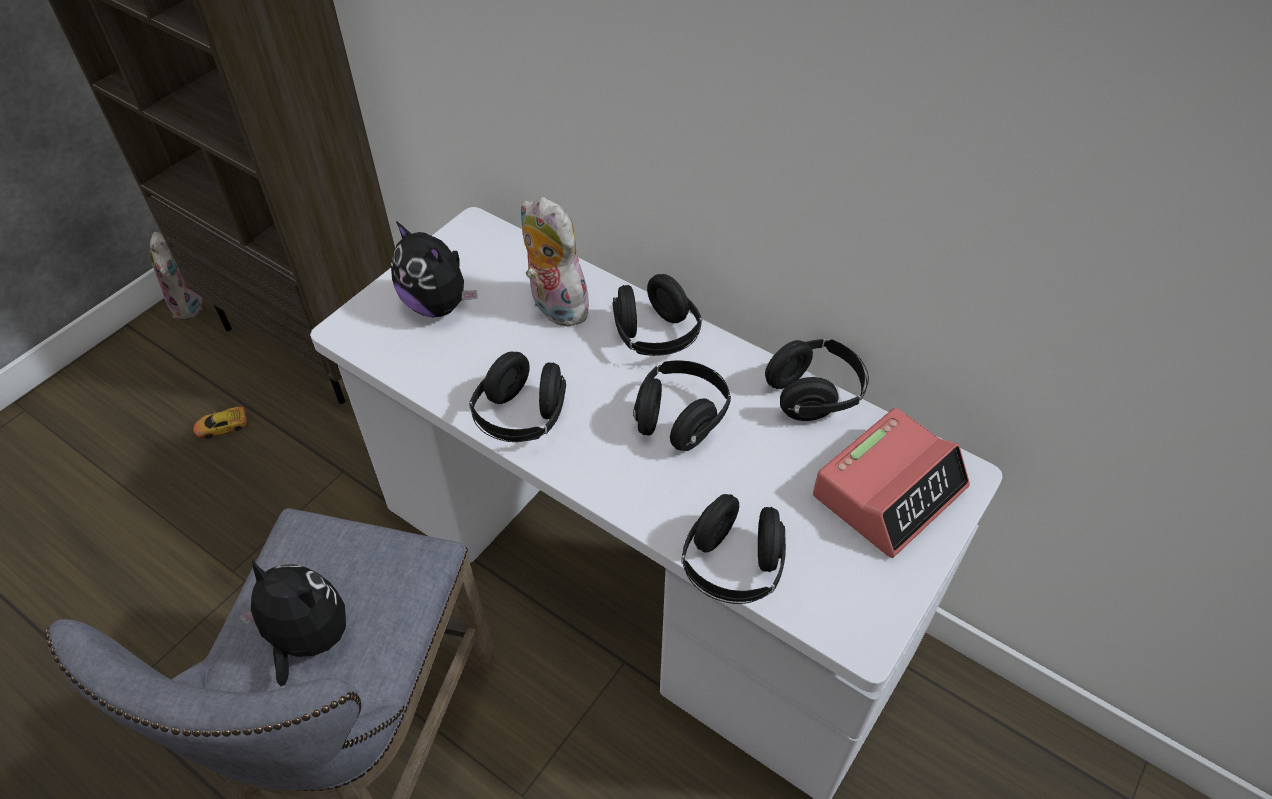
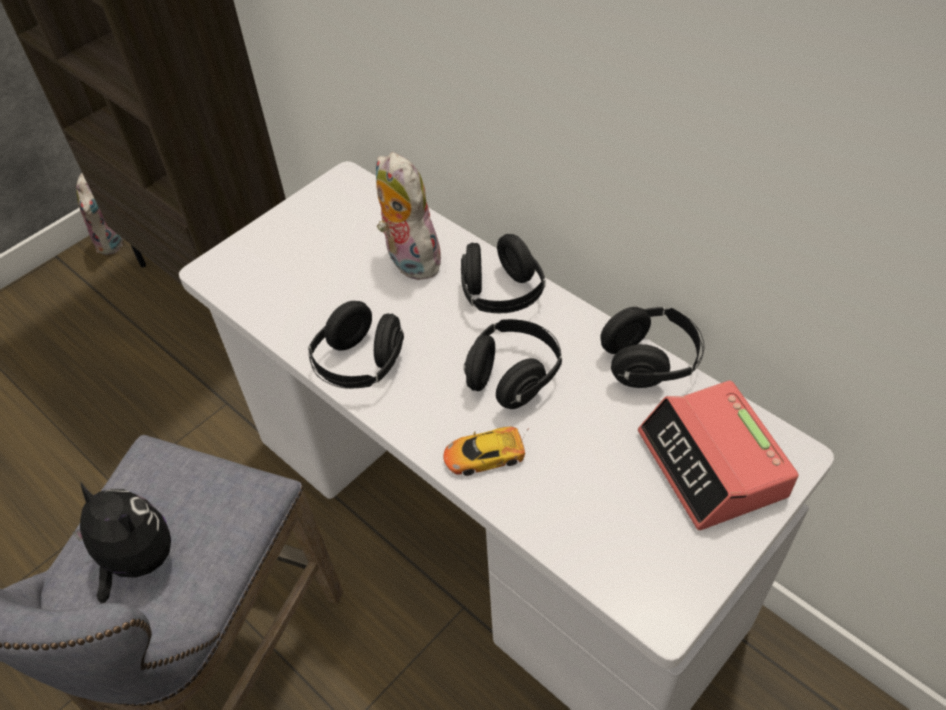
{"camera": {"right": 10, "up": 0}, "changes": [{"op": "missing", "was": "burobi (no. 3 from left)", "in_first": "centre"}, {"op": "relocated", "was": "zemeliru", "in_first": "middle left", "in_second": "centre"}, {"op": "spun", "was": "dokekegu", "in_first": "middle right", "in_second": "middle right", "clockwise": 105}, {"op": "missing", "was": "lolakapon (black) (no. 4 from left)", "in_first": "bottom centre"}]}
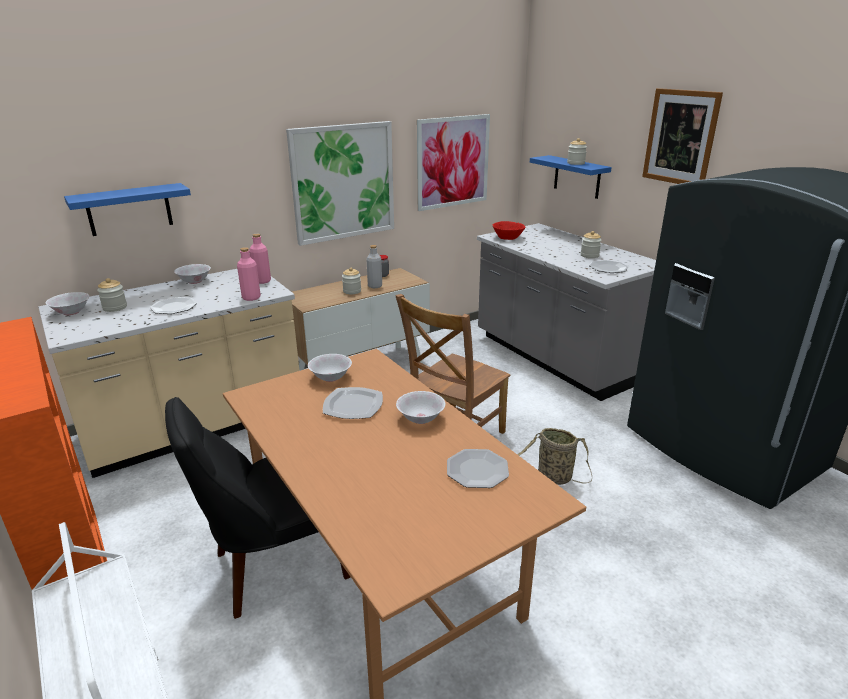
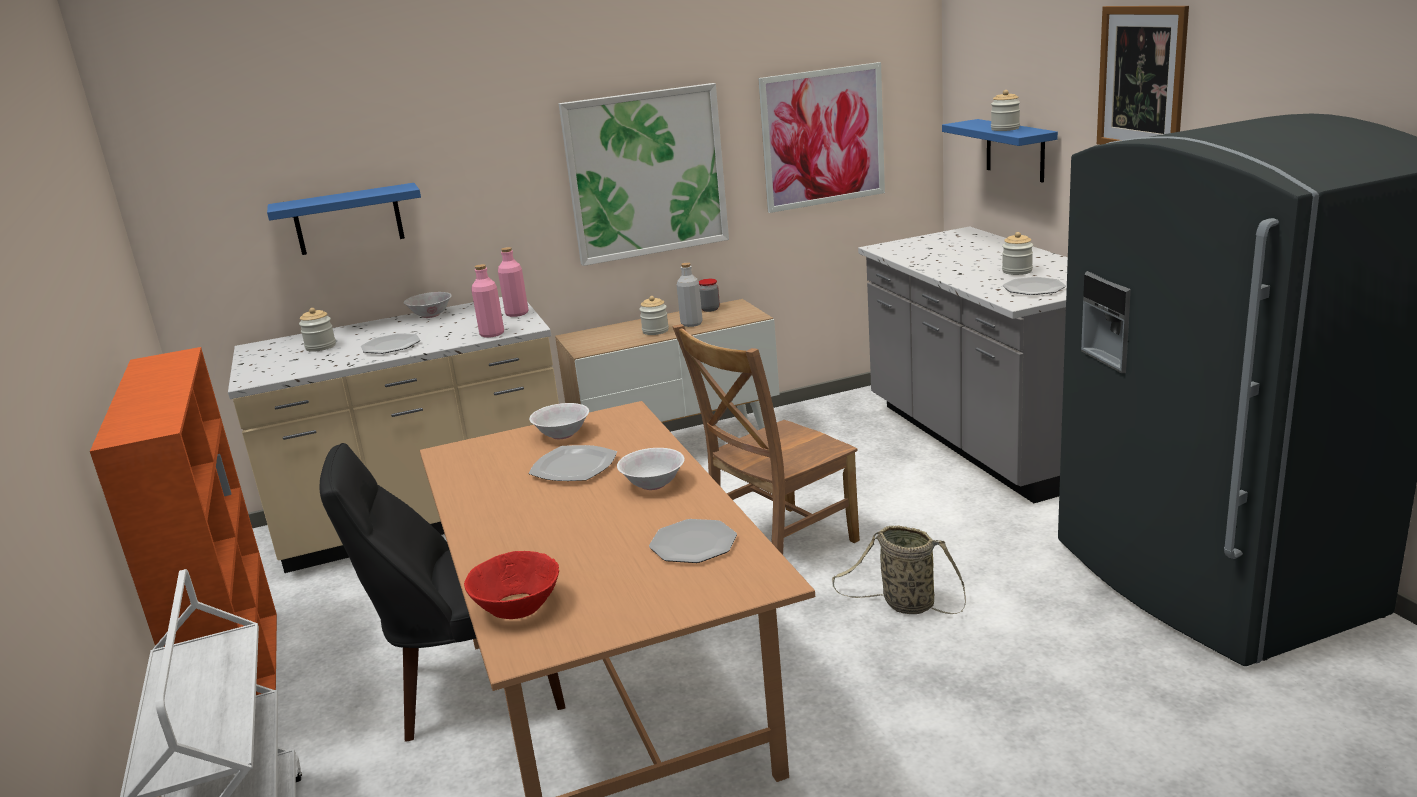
{"camera": {"right": 15, "up": -5}, "changes": [{"op": "relocated", "was": "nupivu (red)", "in_first": "top centre", "in_second": "bottom centre"}, {"op": "missing", "was": "nupivu (white) (no. 1 from left)", "in_first": "middle left"}]}
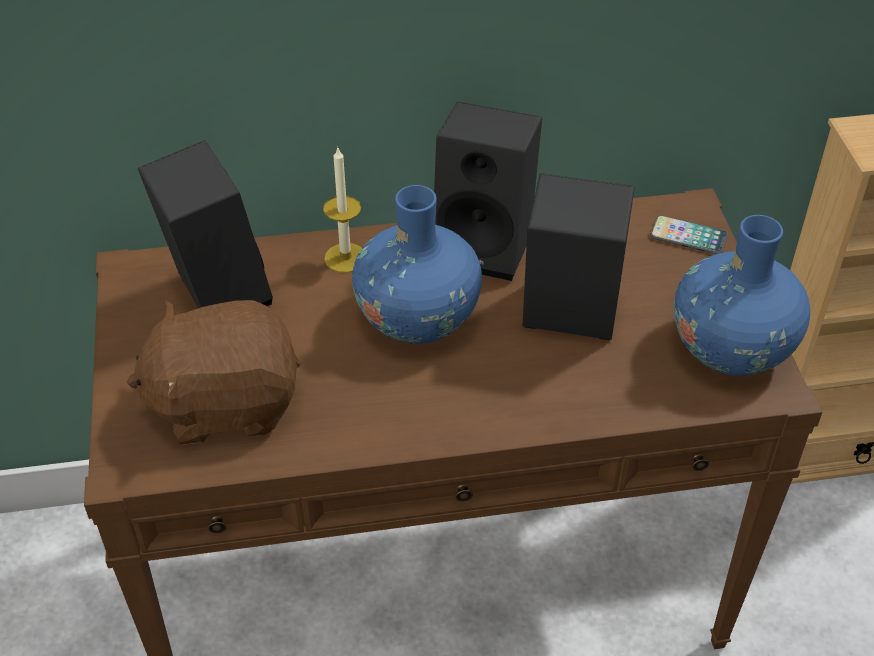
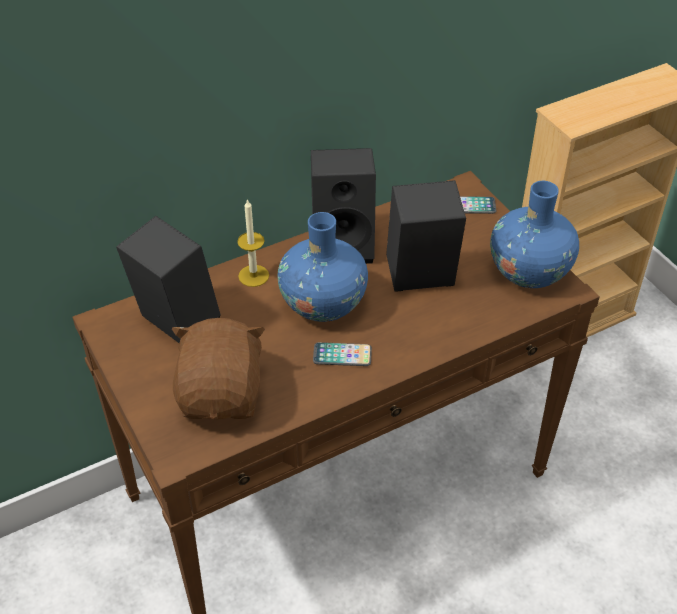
{"camera": {"right": -20, "up": 0}, "changes": [{"op": "spun", "was": "burobi (brown)", "in_first": "middle left", "in_second": "middle left", "clockwise": 120}, {"op": "appeared", "now": "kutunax (no. 1 from left)", "in_second": "centre"}]}
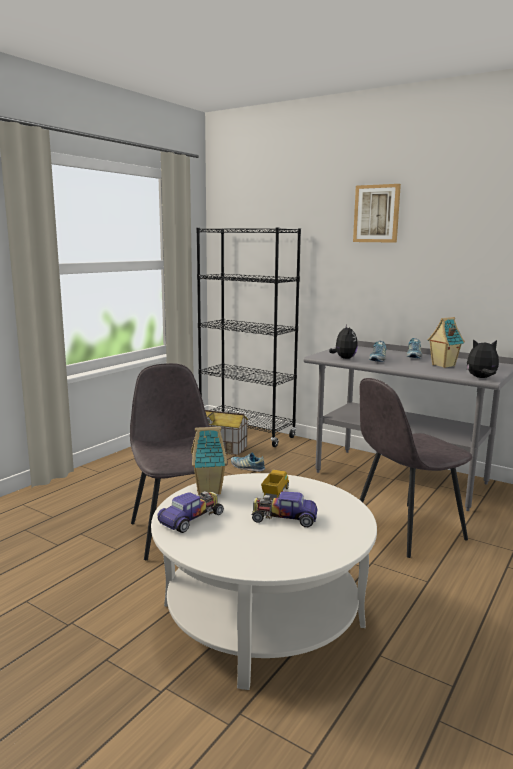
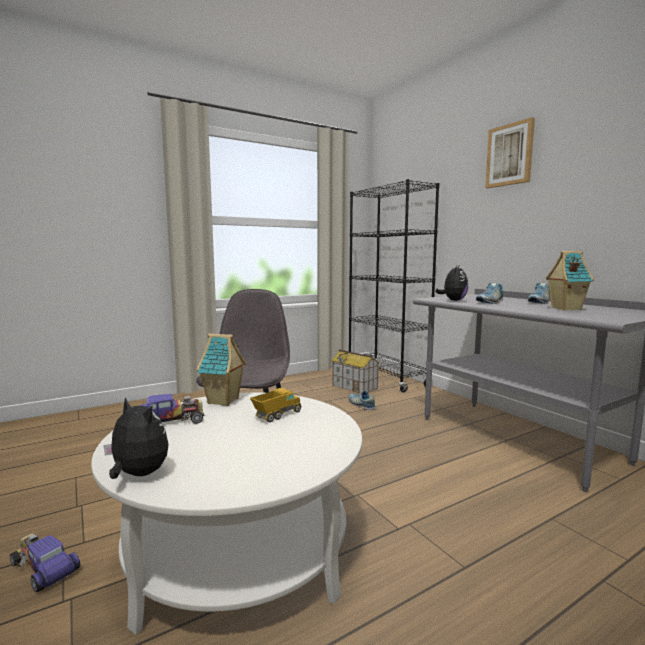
{"camera": {"right": 25, "up": -5}, "changes": [{"op": "relocated", "was": "burobi (no. 2 from left in the first image)", "now": "burobi (no. 1 from left)", "in_first": "middle right", "in_second": "bottom left"}, {"op": "missing", "was": "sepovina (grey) (no. 2 from left)", "in_first": "middle right"}, {"op": "relocated", "was": "zemeliru (no. 2 from left in the first image)", "now": "zemeliru (no. 1 from left)", "in_first": "centre", "in_second": "bottom left"}]}
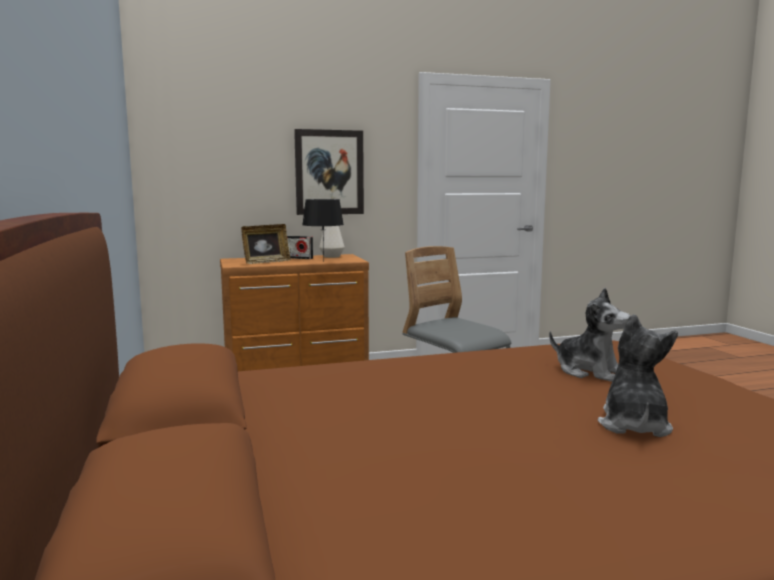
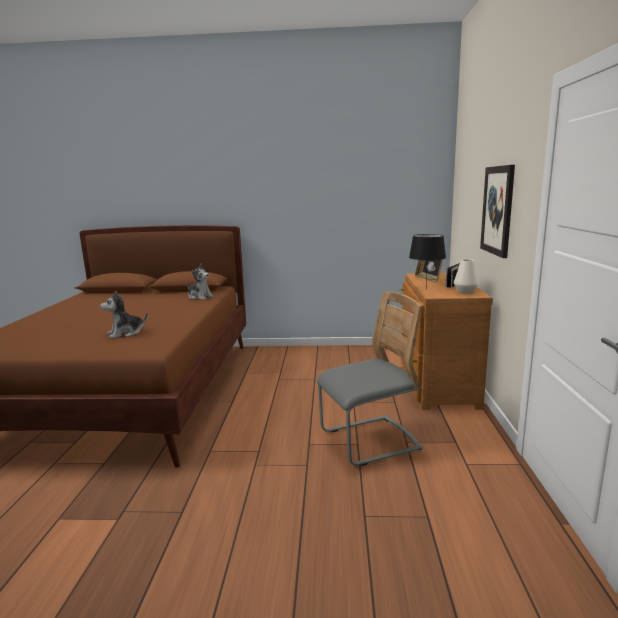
{"camera": {"right": 110, "up": 5}, "changes": [{"op": "relocated", "was": "burobi (no. 2 from left)", "in_first": "middle right", "in_second": "middle left"}]}
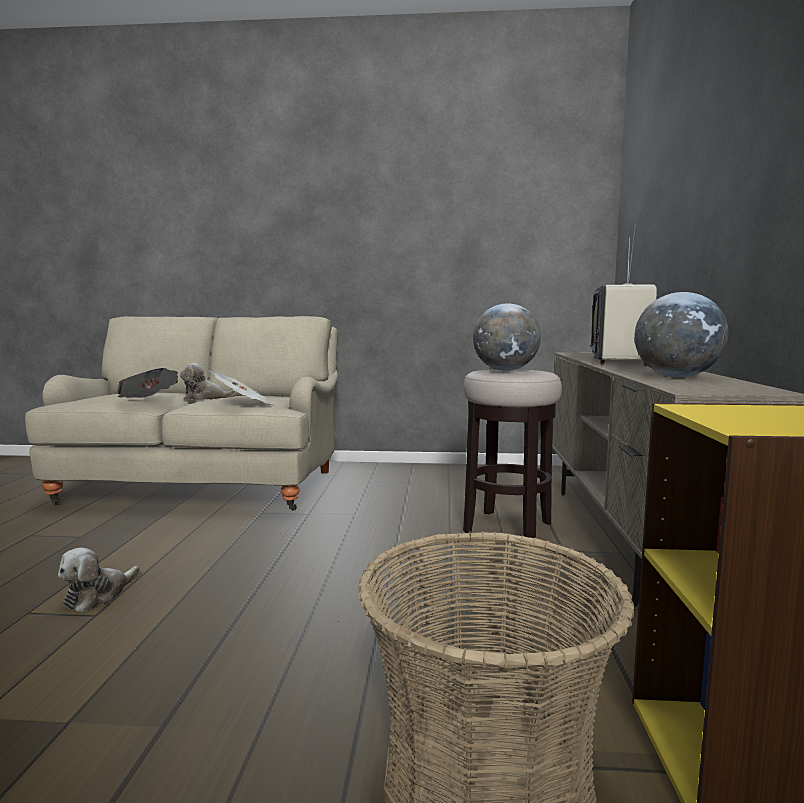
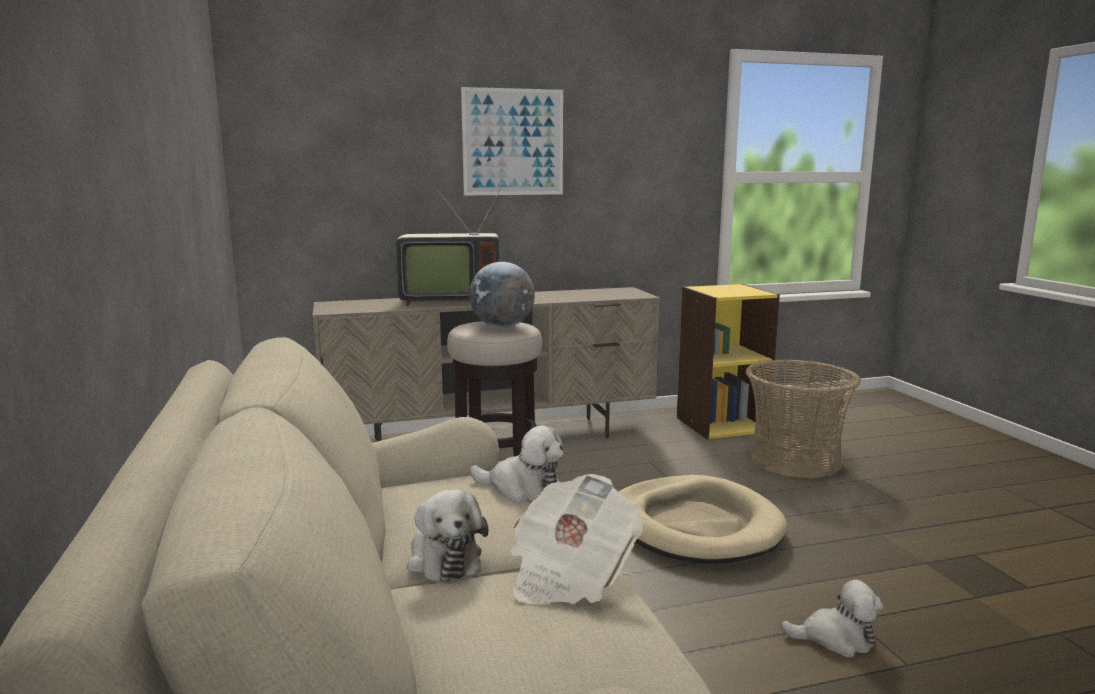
{"camera": {"right": -110, "up": 5}, "changes": [{"op": "missing", "was": "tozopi (no. 2 from left)", "in_first": "middle right"}, {"op": "exchanged", "was": "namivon (no. 2 from left)", "now": "burobi (no. 2 from left)", "in_first": "middle left", "in_second": "bottom centre"}, {"op": "appeared", "now": "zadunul", "in_second": "top centre"}, {"op": "appeared", "now": "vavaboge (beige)", "in_second": "bottom centre"}]}
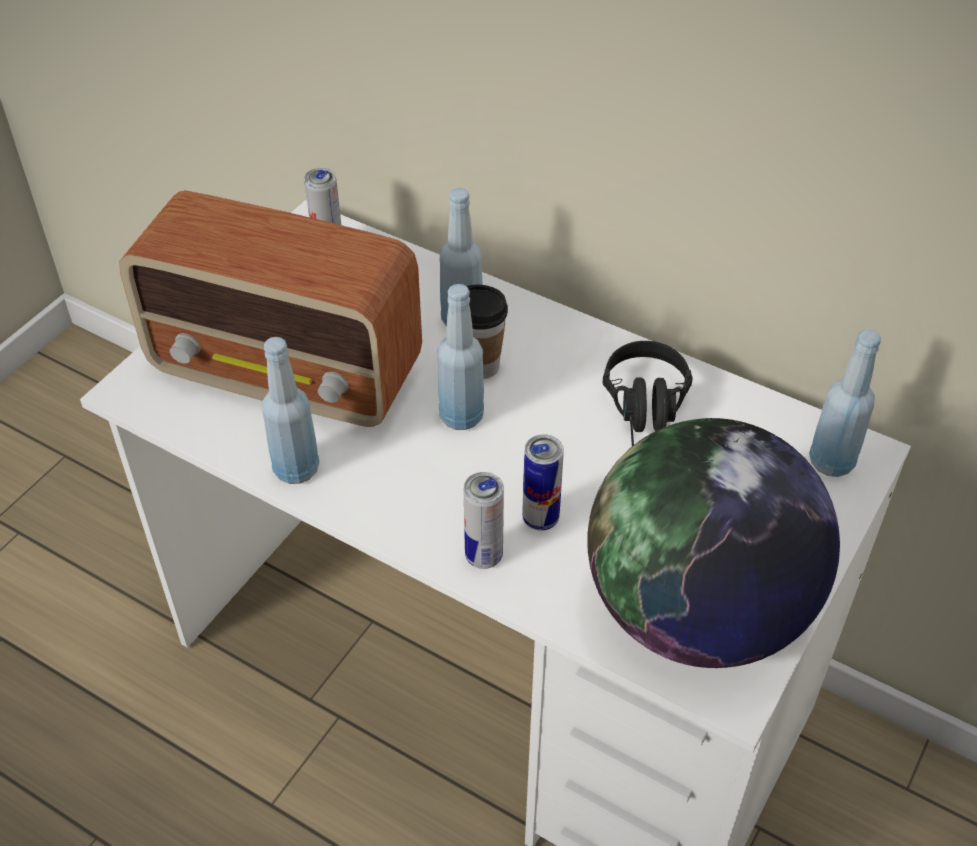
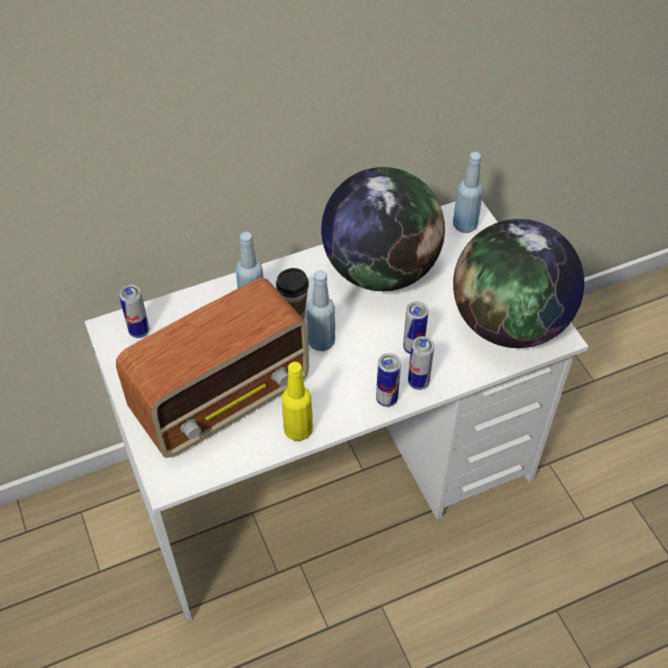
{"camera": {"right": -55, "up": 5}, "changes": [{"op": "colour", "was": "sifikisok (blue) (no. 1 from left)", "now": "sifikisok (yellow)", "in_first": "middle left", "in_second": "centre"}, {"op": "exchanged", "was": "lolakapon (black)", "now": "tozopi (no. 1 from left)", "in_first": "centre", "in_second": "centre"}, {"op": "appeared", "now": "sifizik (no. 2 from left)", "in_second": "centre"}]}
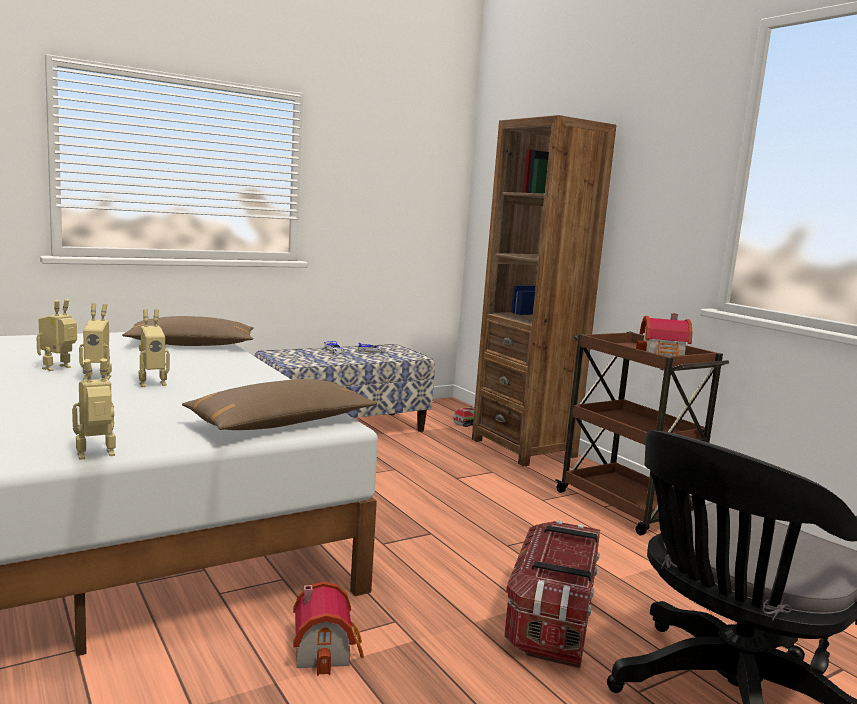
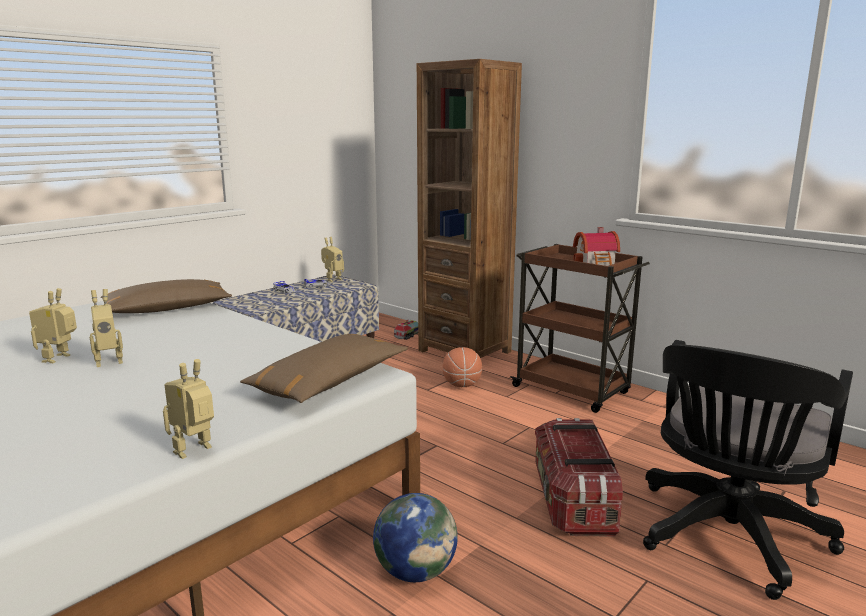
{"camera": {"right": -15, "up": 5}, "changes": [{"op": "relocated", "was": "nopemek (no. 4 from left)", "in_first": "middle left", "in_second": "centre"}, {"op": "exchanged", "was": "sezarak (no. 1 from left)", "now": "tozopi", "in_first": "bottom centre", "in_second": "bottom centre"}, {"op": "appeared", "now": "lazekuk", "in_second": "centre"}]}
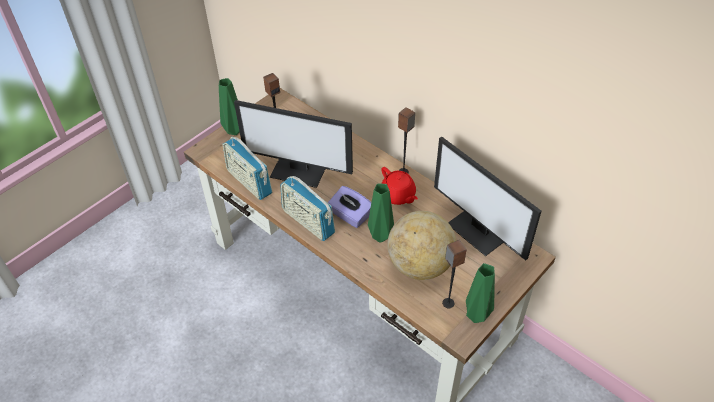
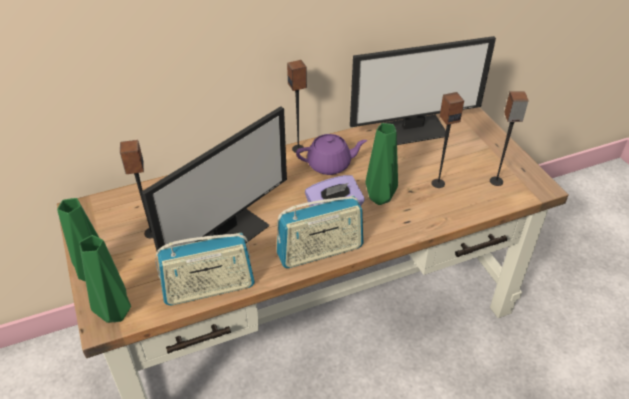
{"camera": {"right": -65, "up": -5}, "changes": [{"op": "colour", "was": "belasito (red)", "now": "belasito (purple)", "in_first": "centre", "in_second": "centre"}, {"op": "exchanged", "was": "tozopi", "now": "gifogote (no. 3 from left)", "in_first": "centre", "in_second": "middle right"}, {"op": "relocated", "was": "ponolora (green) (no. 3 from left in the first image)", "now": "ponolora (green) (no. 2 from left)", "in_first": "bottom right", "in_second": "bottom left"}]}
